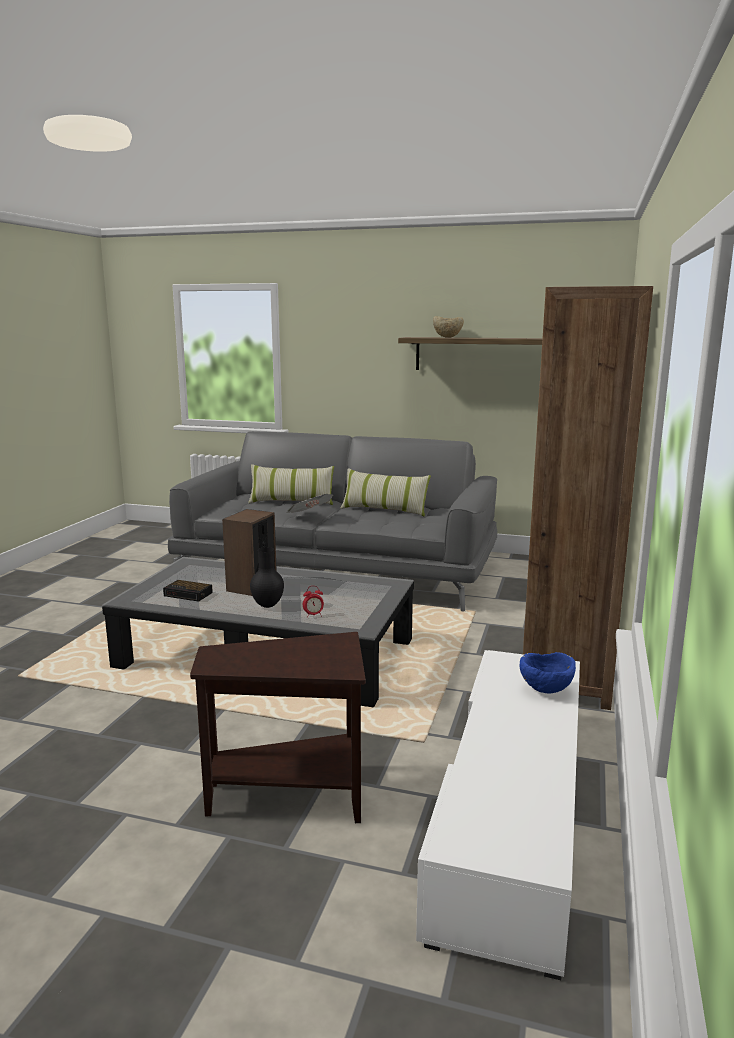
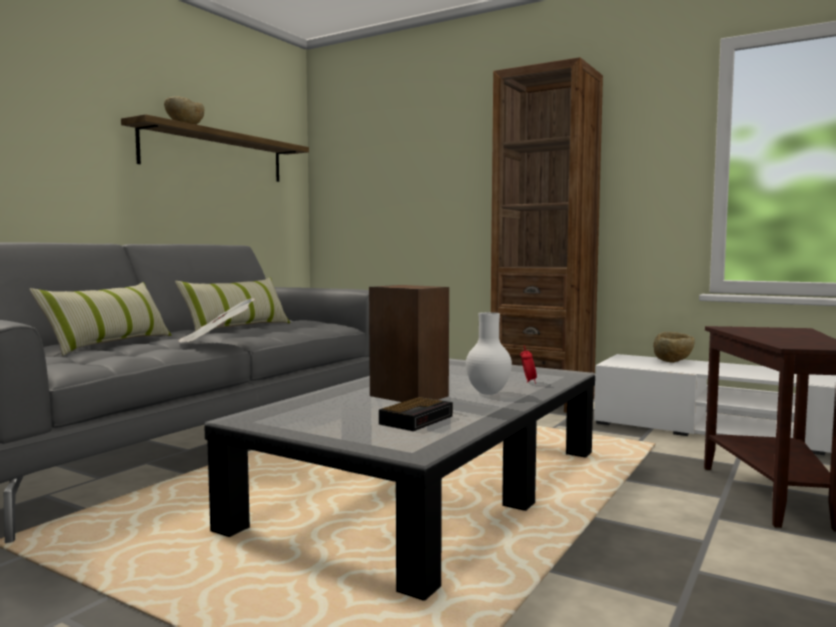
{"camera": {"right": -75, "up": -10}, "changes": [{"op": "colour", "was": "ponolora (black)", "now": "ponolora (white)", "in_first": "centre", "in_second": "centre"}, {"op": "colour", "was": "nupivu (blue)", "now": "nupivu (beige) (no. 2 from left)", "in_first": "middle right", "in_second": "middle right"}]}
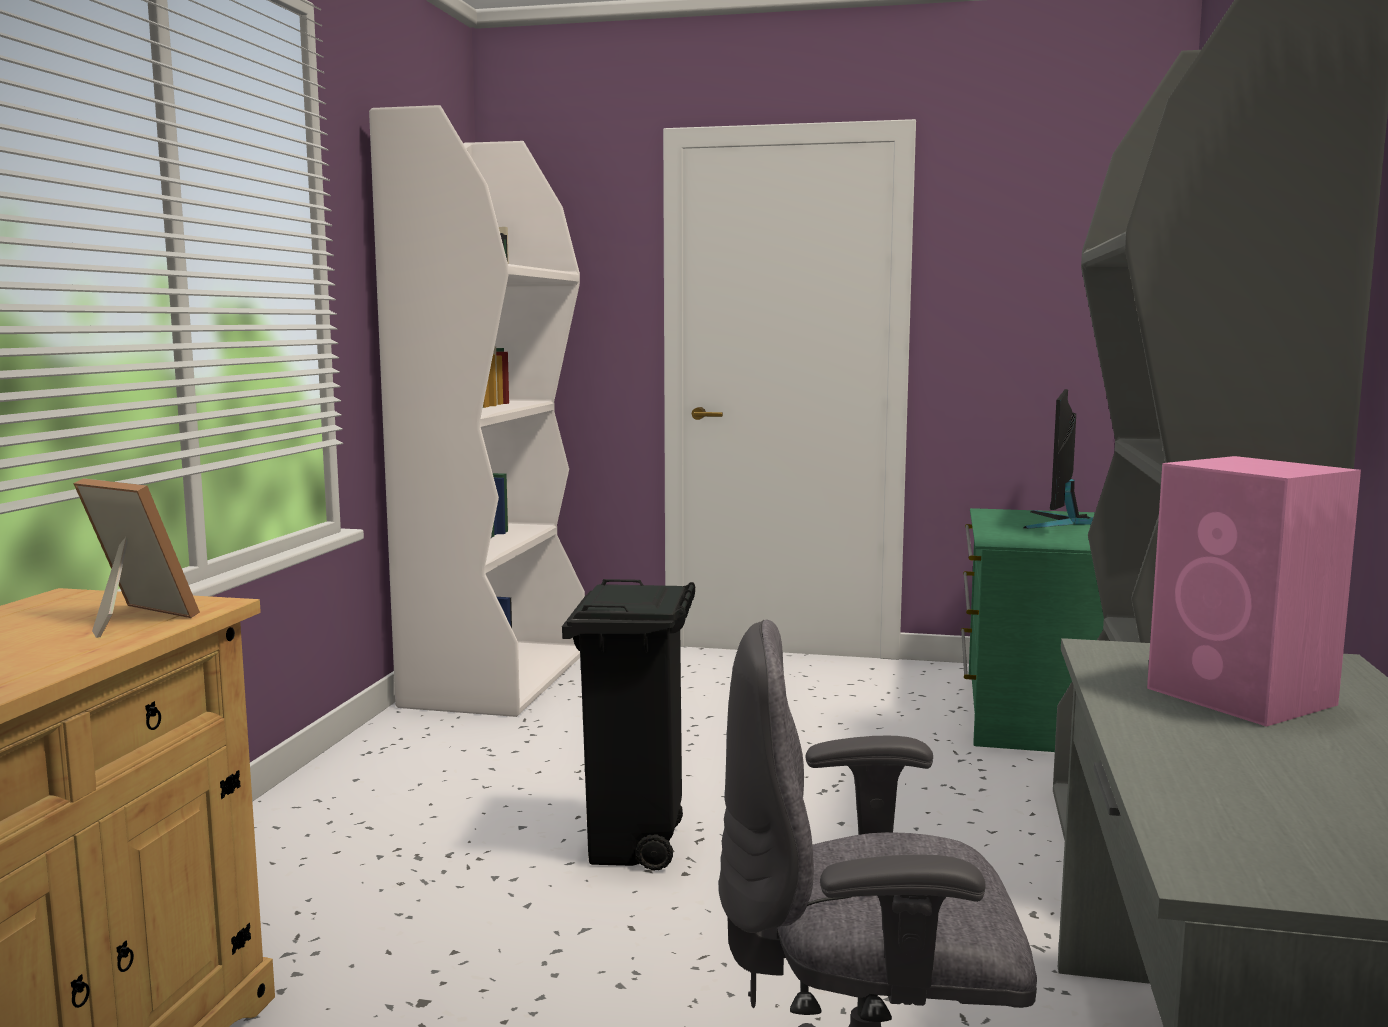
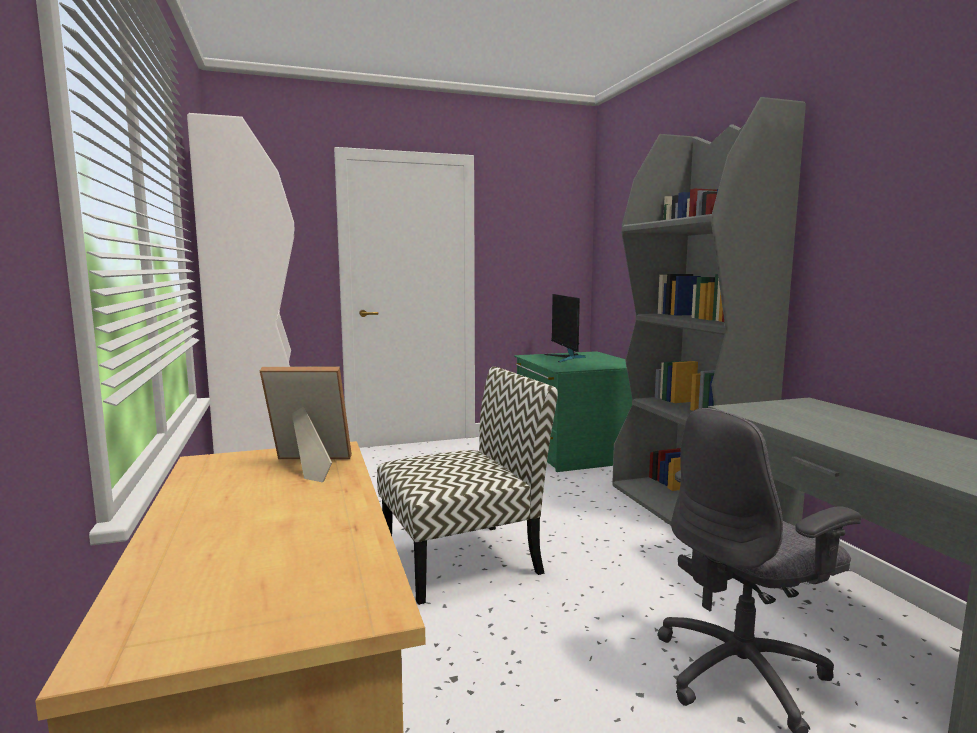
{"camera": {"right": -30, "up": 0}, "changes": [{"op": "missing", "was": "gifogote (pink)", "in_first": "middle right"}, {"op": "exchanged", "was": "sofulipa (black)", "now": "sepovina", "in_first": "bottom centre", "in_second": "centre"}]}
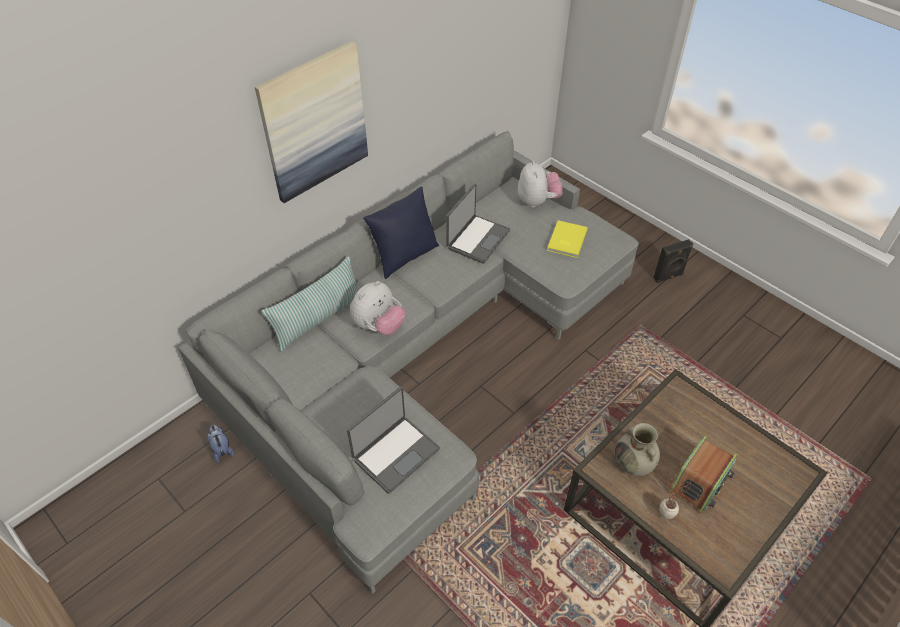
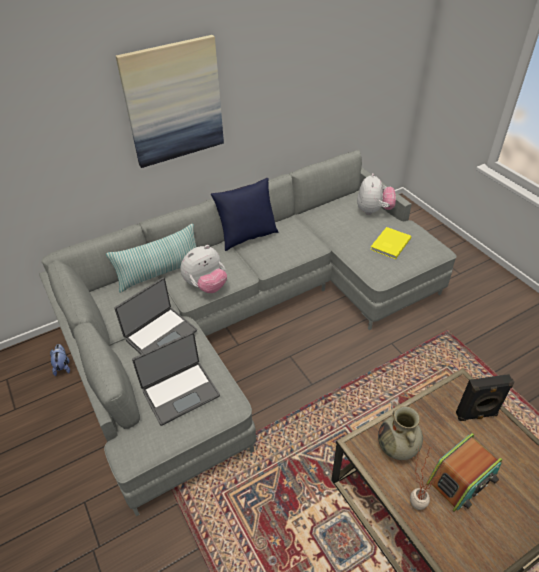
{"camera": {"right": 15, "up": -5}, "changes": [{"op": "relocated", "was": "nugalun (no. 2 from left in the first image)", "now": "nugalun (no. 1 from left)", "in_first": "centre", "in_second": "middle left"}, {"op": "relocated", "was": "gifogote (black)", "in_first": "middle right", "in_second": "bottom right"}]}
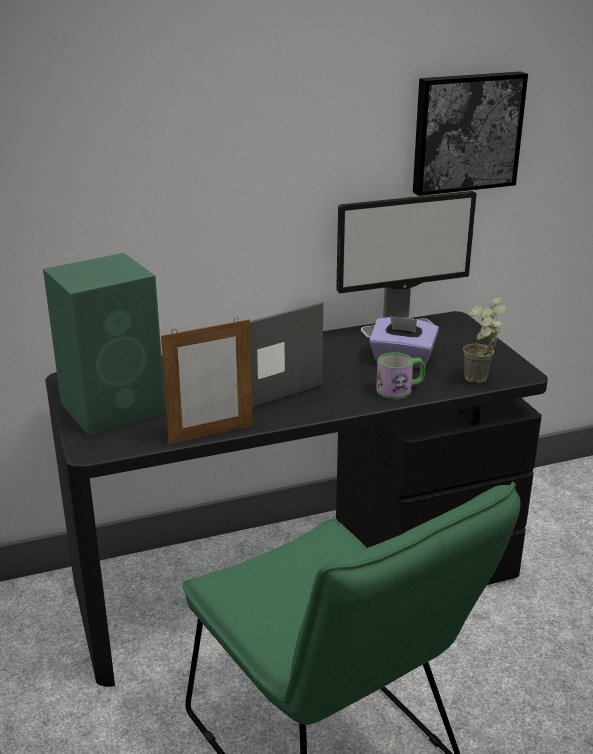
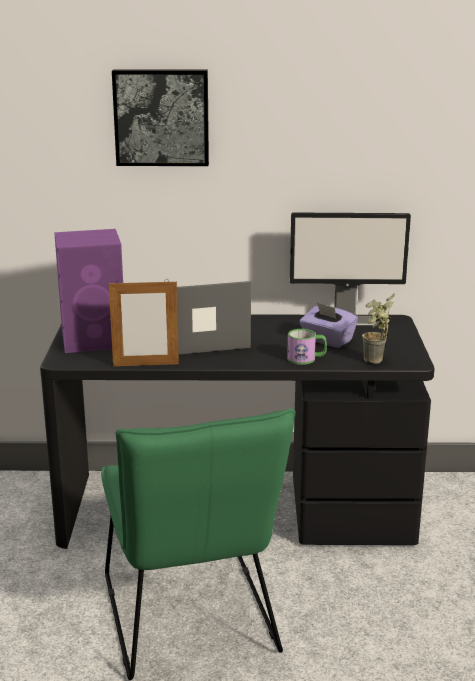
{"camera": {"right": 20, "up": -5}, "changes": [{"op": "relocated", "was": "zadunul", "in_first": "top right", "in_second": "top centre"}, {"op": "colour", "was": "gifogote (green)", "now": "gifogote (purple)", "in_first": "middle left", "in_second": "middle left"}]}
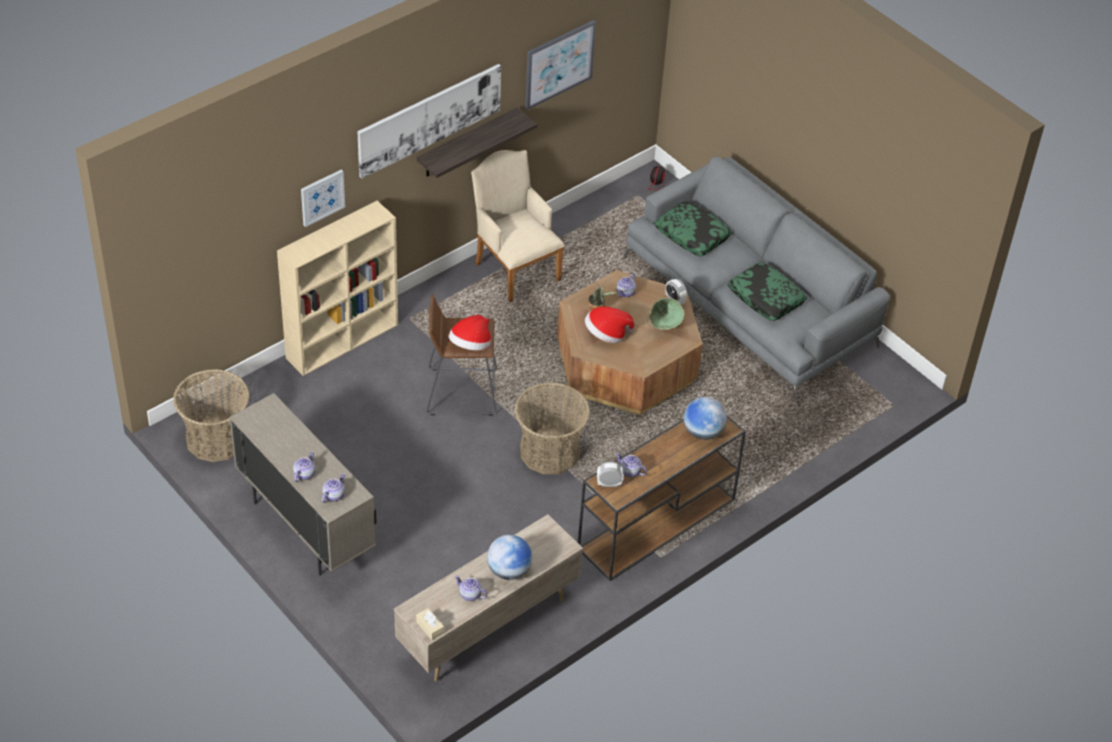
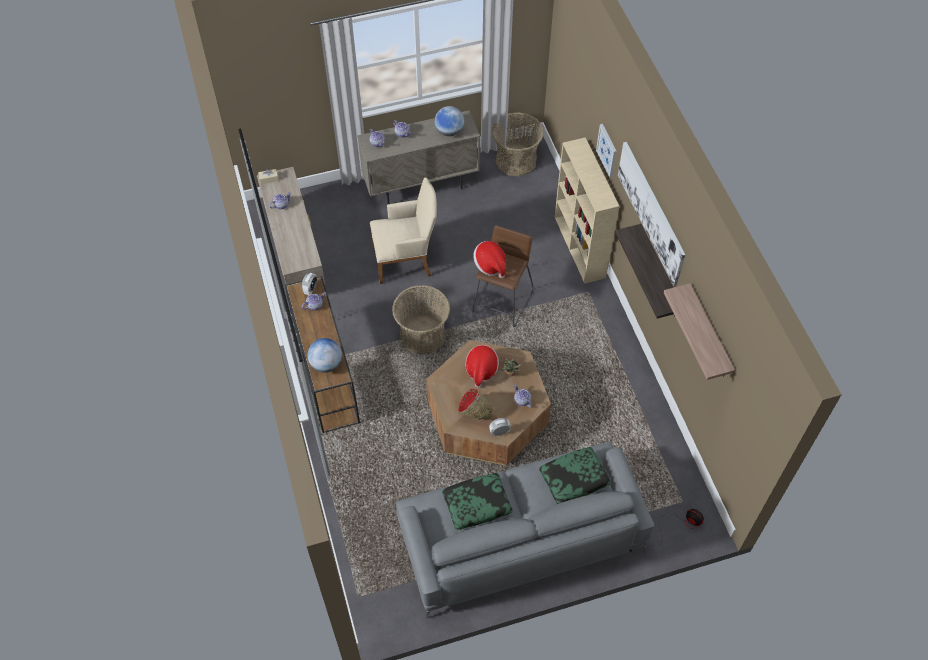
{"camera": {"right": 115, "up": 10}, "changes": [{"op": "exchanged", "was": "zadunul (no. 3 from left)", "now": "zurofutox (no. 2 from left)", "in_first": "top centre", "in_second": "middle right"}, {"op": "relocated", "was": "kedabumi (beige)", "in_first": "top centre", "in_second": "centre"}, {"op": "colour", "was": "nupivu (green)", "now": "nupivu (red)", "in_first": "centre", "in_second": "centre"}, {"op": "relocated", "was": "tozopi (no. 1 from left in the first image)", "now": "tozopi (no. 2 from left)", "in_first": "bottom centre", "in_second": "top centre"}]}
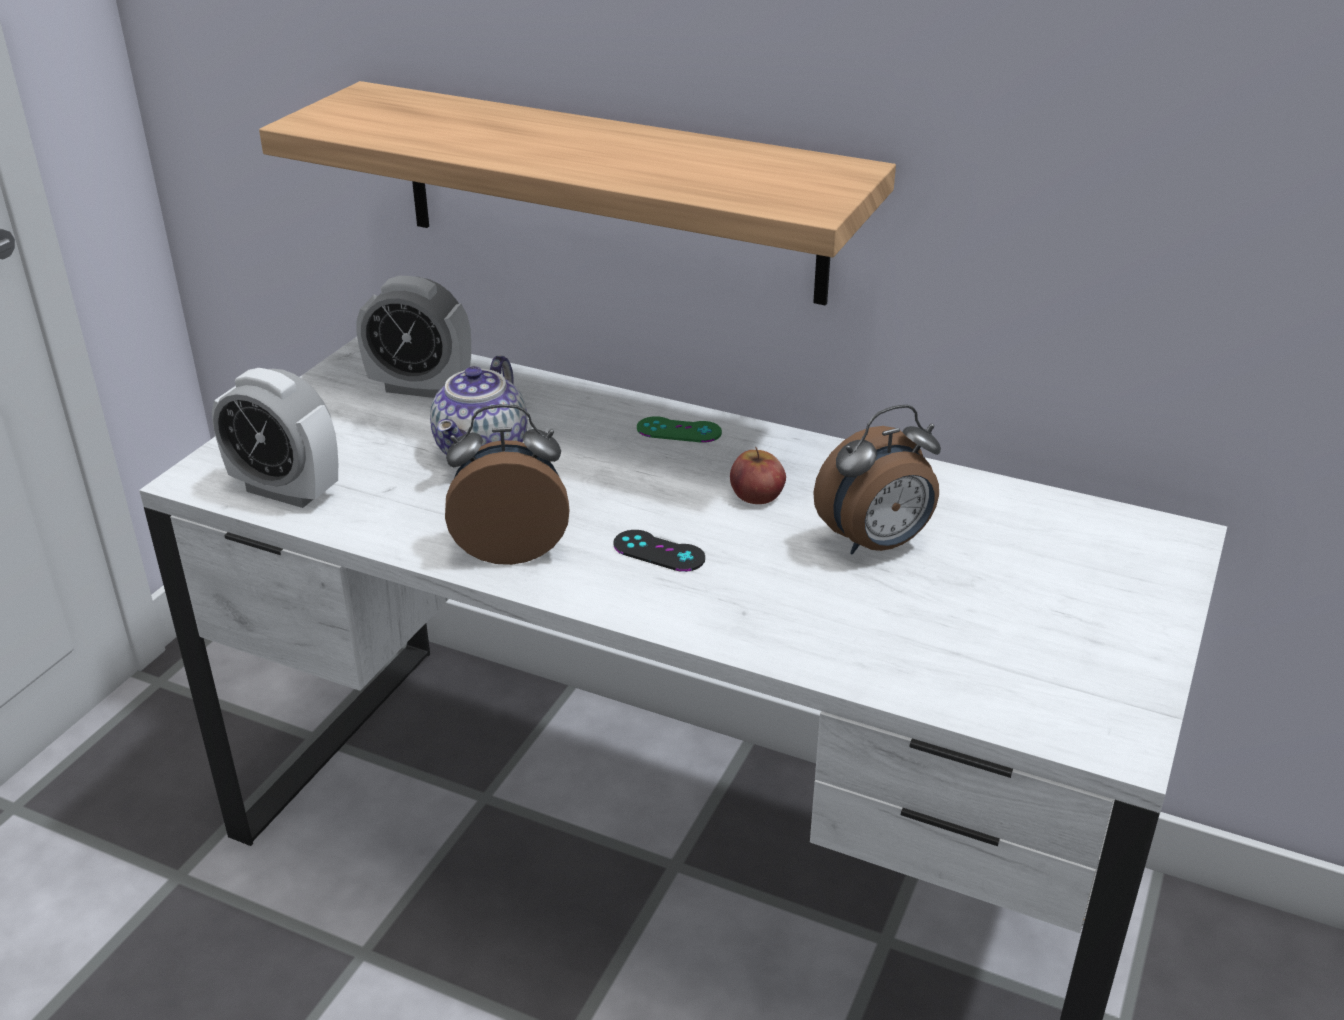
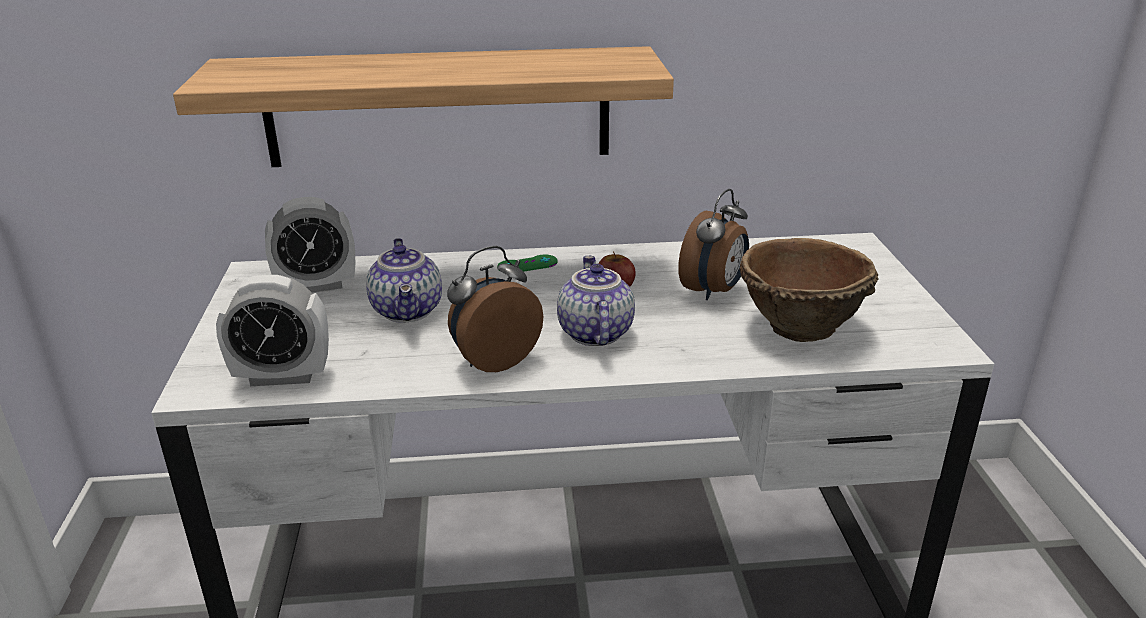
{"camera": {"right": -30, "up": -5}, "changes": [{"op": "exchanged", "was": "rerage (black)", "now": "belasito (no. 2 from left)", "in_first": "centre", "in_second": "centre"}, {"op": "appeared", "now": "nupivu (brown)", "in_second": "middle right"}]}
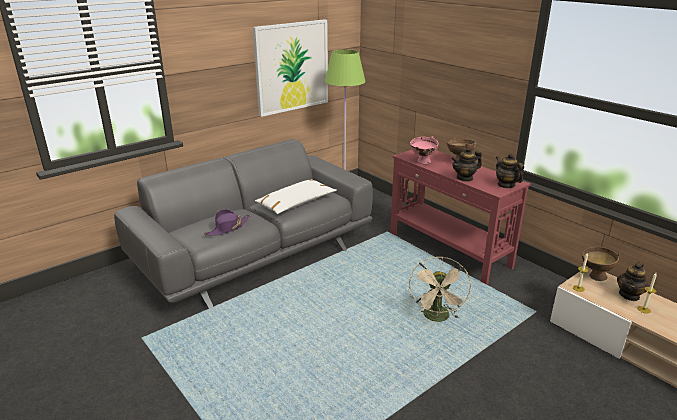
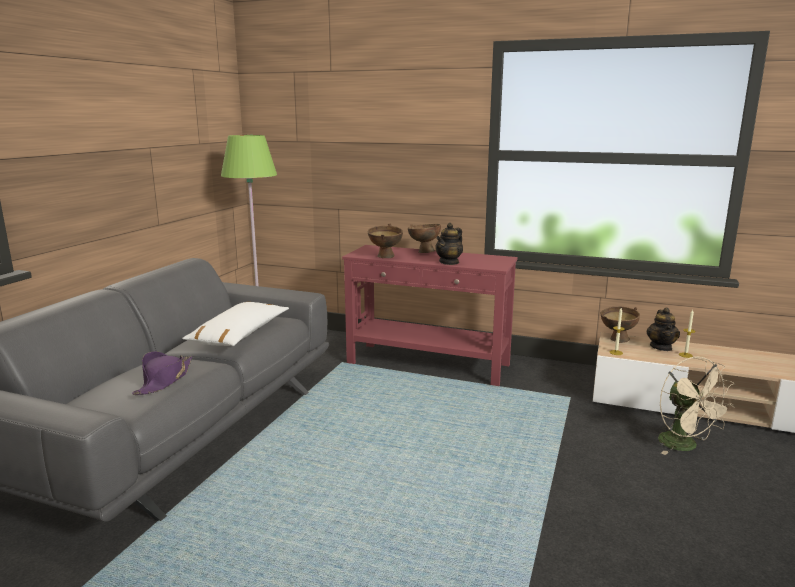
{"camera": {"right": -30, "up": -10}, "changes": [{"op": "missing", "was": "zadunul", "in_first": "top centre"}, {"op": "colour", "was": "nupivu (pink)", "now": "nupivu (brown) (no. 1 from left)", "in_first": "centre", "in_second": "centre"}, {"op": "missing", "was": "belasito (no. 2 from left)", "in_first": "middle right"}, {"op": "relocated", "was": "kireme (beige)", "in_first": "bottom centre", "in_second": "bottom right"}]}
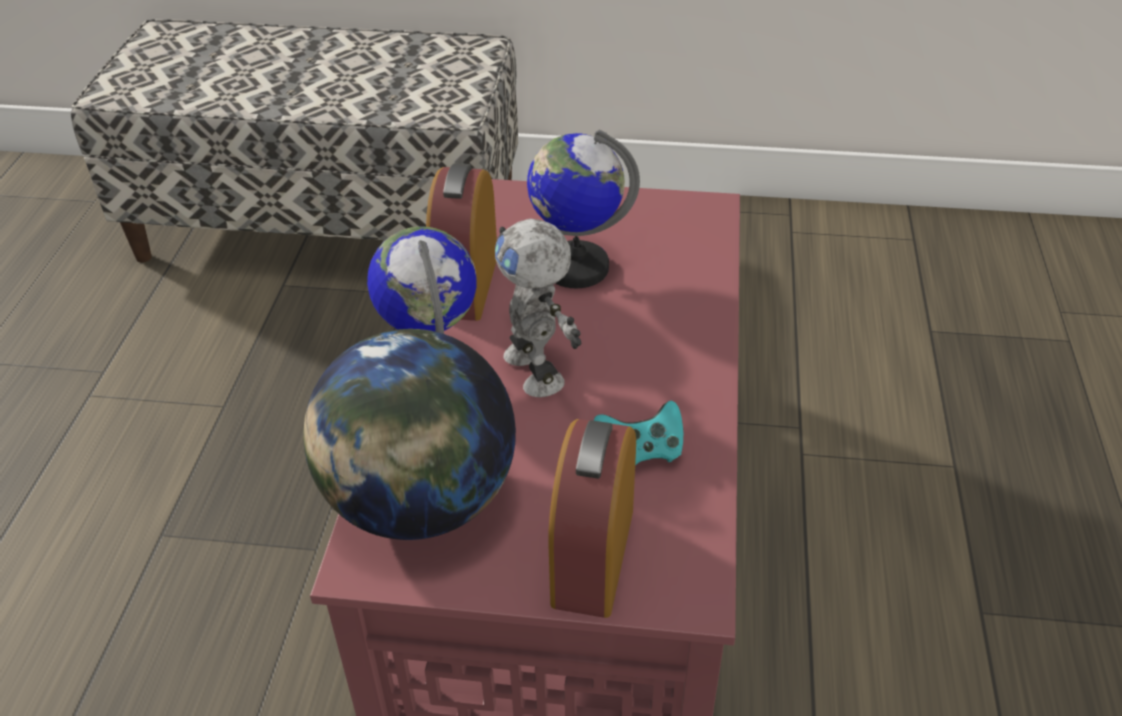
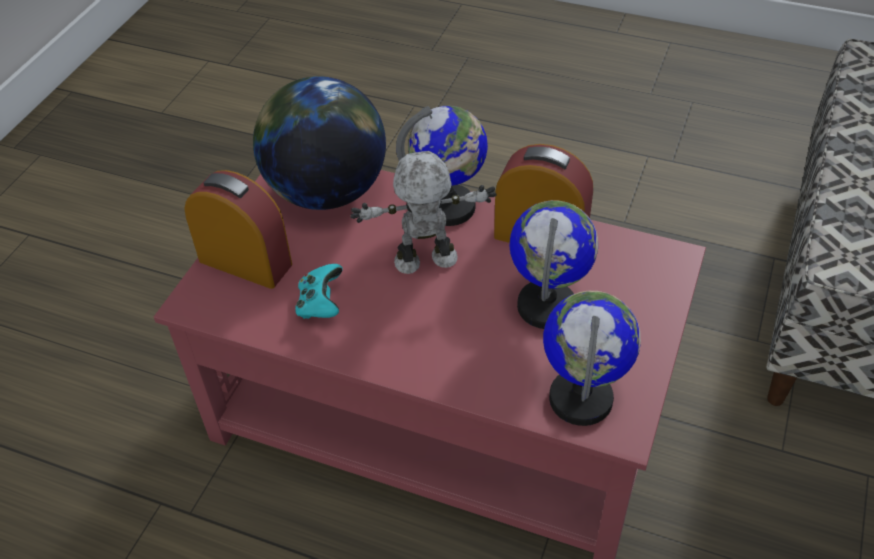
{"camera": {"right": 105, "up": 5}, "changes": [{"op": "appeared", "now": "tozopi (no. 4 from left)", "in_second": "middle right"}]}
